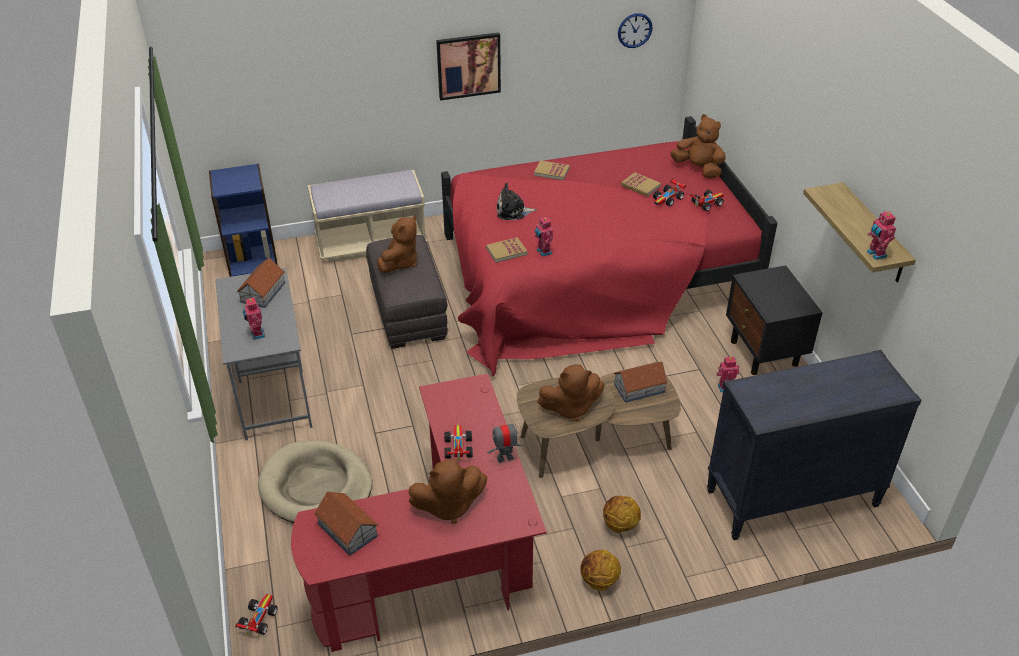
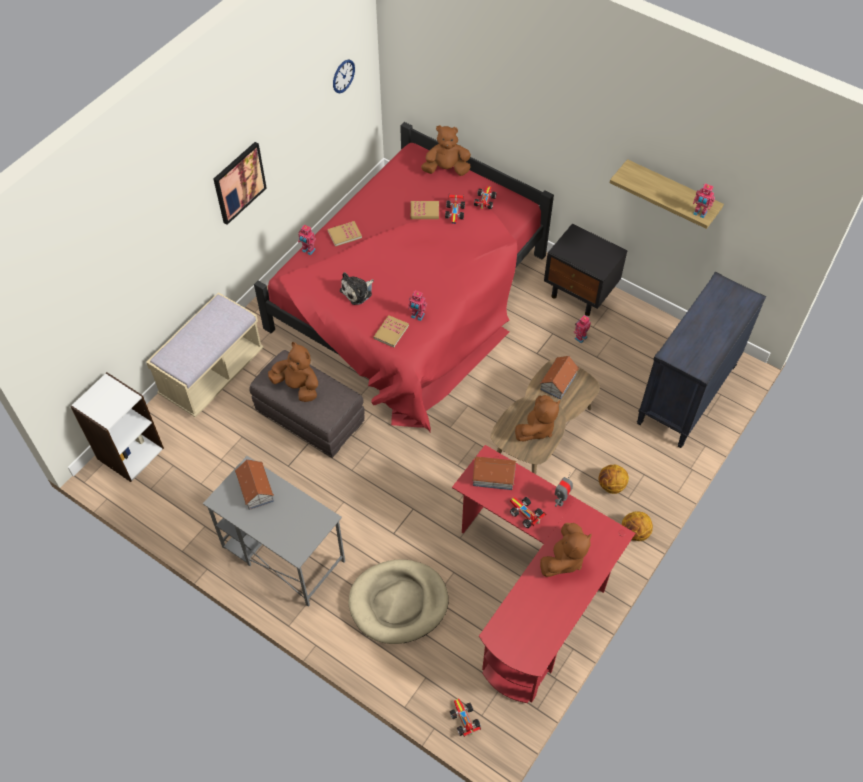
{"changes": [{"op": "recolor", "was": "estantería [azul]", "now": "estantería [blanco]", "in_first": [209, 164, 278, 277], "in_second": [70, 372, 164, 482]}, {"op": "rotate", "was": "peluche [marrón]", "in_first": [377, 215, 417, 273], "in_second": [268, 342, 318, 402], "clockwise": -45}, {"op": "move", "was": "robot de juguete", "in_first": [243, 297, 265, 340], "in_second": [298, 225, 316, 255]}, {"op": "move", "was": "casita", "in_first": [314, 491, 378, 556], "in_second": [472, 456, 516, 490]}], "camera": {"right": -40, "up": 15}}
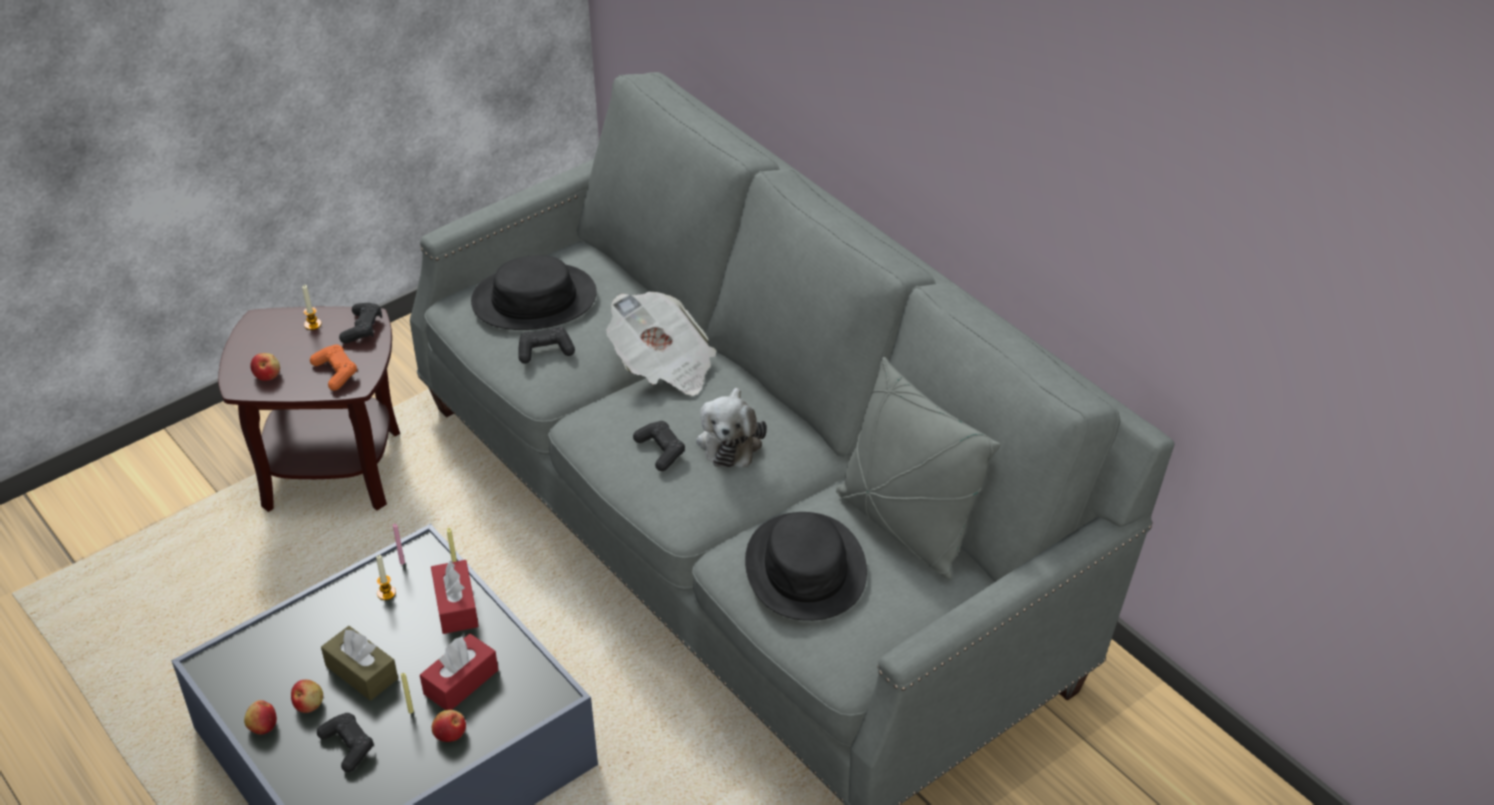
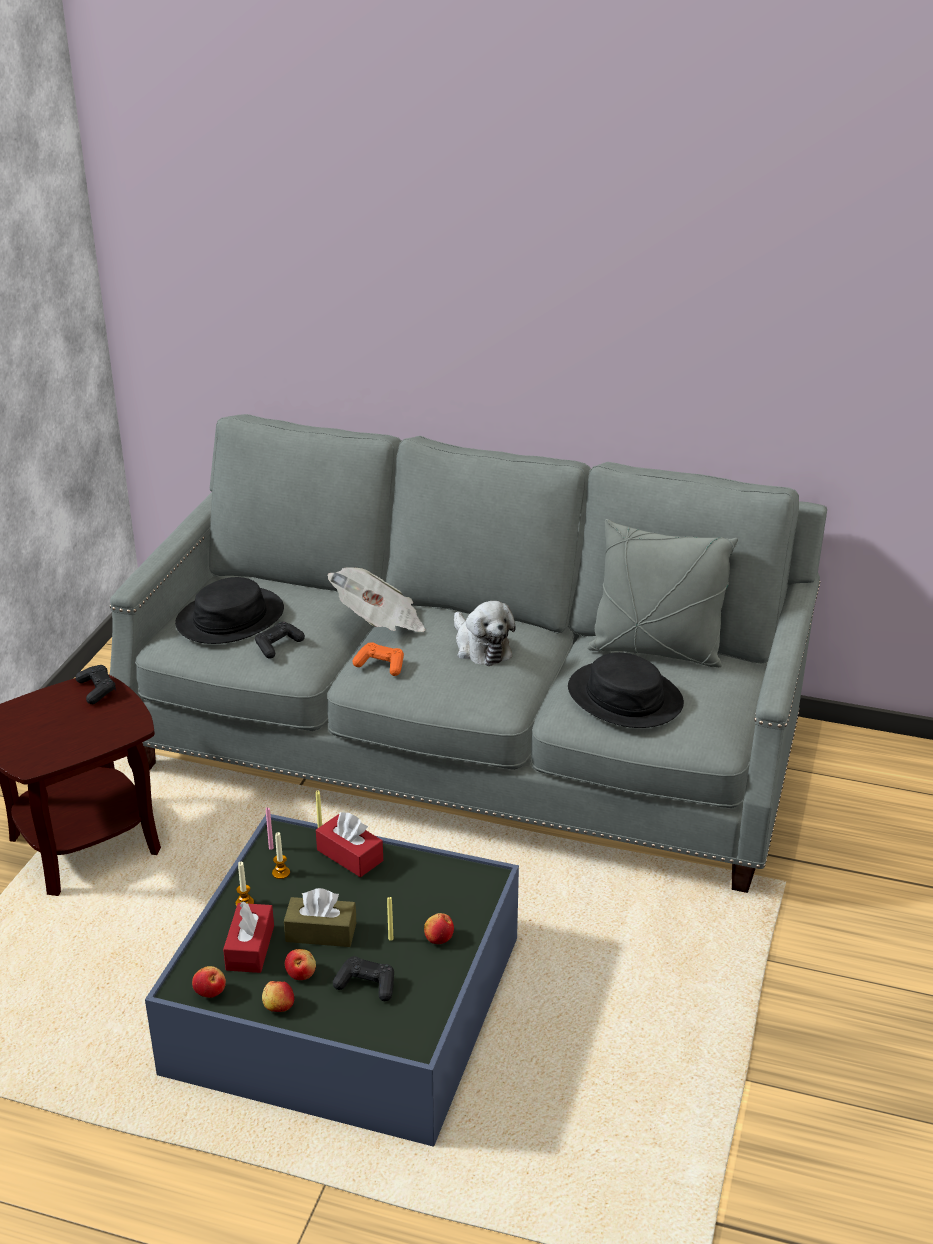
{"changes": [{"op": "move", "was": "vela", "in_first": [302, 285, 322, 330], "in_second": [236, 862, 254, 906]}, {"op": "move", "was": "mando de consola [naranja]", "in_first": [310, 344, 357, 391], "in_second": [352, 642, 404, 676]}, {"op": "move", "was": "manzana", "in_first": [250, 353, 280, 381], "in_second": [192, 966, 226, 998]}, {"op": "delete", "was": "mando de consola [negro]", "in_first": [633, 421, 685, 471]}, {"op": "move", "was": "caja de pañuelos [rojo]", "in_first": [420, 634, 498, 710], "in_second": [223, 901, 274, 973]}], "camera": {"right": -35, "up": -10}}
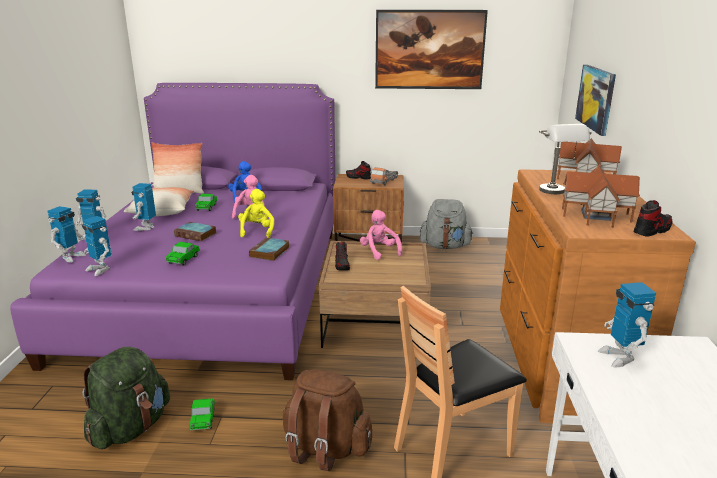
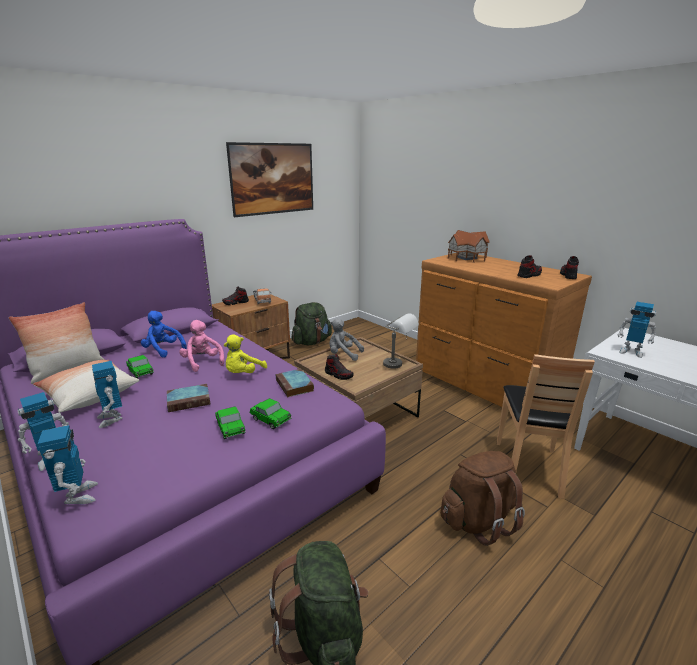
{"changes": [{"op": "delete", "was": "cuadro", "in_first": [575, 65, 616, 136]}, {"op": "move", "was": "lámpara de mesa [gris]", "in_first": [539, 124, 592, 194], "in_second": [383, 313, 419, 369]}, {"op": "replace", "was": "casita", "now": "zapato", "in_first": [562, 166, 640, 228], "in_second": [517, 255, 542, 278]}, {"op": "rotate", "was": "peluche [amarillo]", "in_first": [238, 189, 274, 238], "in_second": [224, 334, 267, 373], "clockwise": -105}, {"op": "recolor", "was": "mochila [gris]", "now": "mochila [verde]", "in_first": [420, 199, 473, 249], "in_second": [292, 302, 332, 345]}, {"op": "recolor", "was": "peluche [rosa]", "now": "peluche [gris]", "in_first": [360, 210, 402, 260], "in_second": [329, 319, 364, 361]}, {"op": "delete", "was": "robot de juguete", "in_first": [82, 216, 112, 276]}, {"op": "move", "was": "coche de juguete", "in_first": [190, 398, 215, 430], "in_second": [250, 398, 291, 429]}], "camera": {"right": -45, "up": 0}}
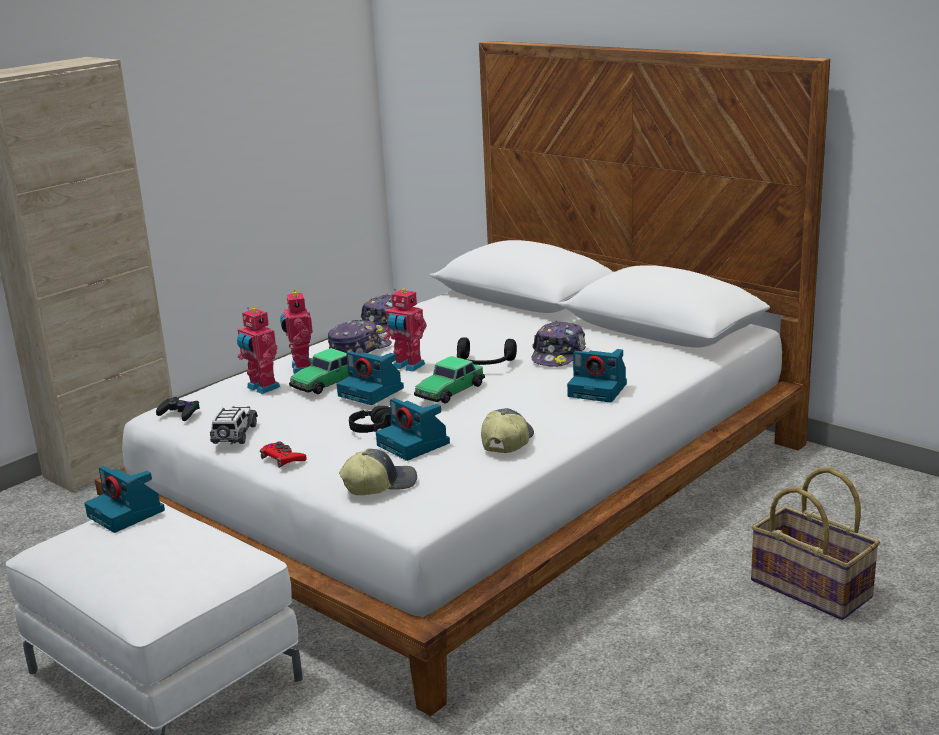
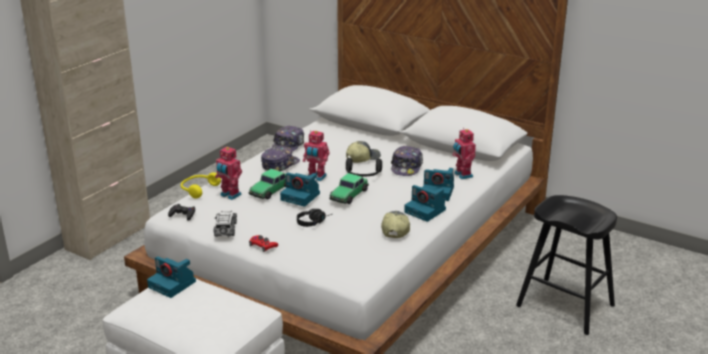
{"changes": [{"op": "move", "was": "robot de juguete", "in_first": [280, 290, 313, 374], "in_second": [452, 128, 476, 180]}, {"op": "move", "was": "cámara", "in_first": [376, 398, 450, 461], "in_second": [404, 185, 446, 222]}, {"op": "move", "was": "gorra", "in_first": [339, 449, 417, 495], "in_second": [346, 141, 381, 163]}, {"op": "replace", "was": "cesta", "now": "taburete [negro]", "in_first": [751, 468, 880, 620], "in_second": [516, 195, 617, 335]}, {"op": "insert", "now": "auriculares [amarillo]", "in_second": [181, 172, 221, 199]}], "camera": {"right": -10, "up": 5}}
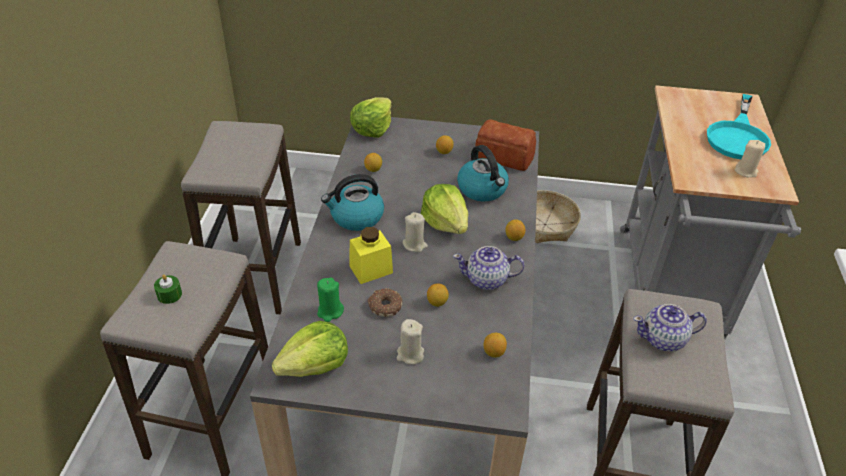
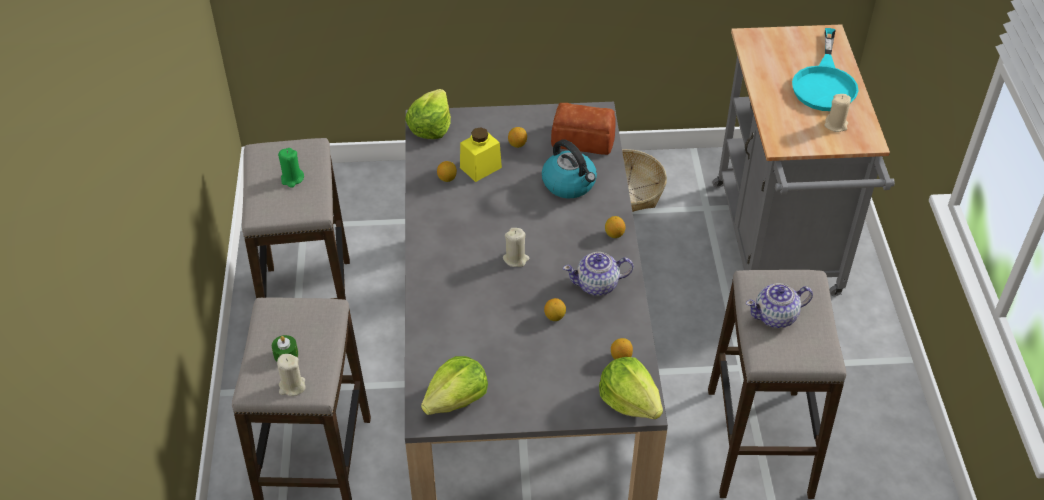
{"changes": [{"op": "delete", "was": "hervidor", "in_first": [321, 174, 384, 231]}, {"op": "move", "was": "lechuga", "in_first": [421, 184, 468, 234], "in_second": [599, 357, 663, 419]}, {"op": "move", "was": "tarro [amarillo]", "in_first": [350, 227, 393, 284], "in_second": [460, 127, 502, 182]}, {"op": "move", "was": "vela [verde]", "in_first": [317, 278, 344, 322], "in_second": [278, 148, 304, 188]}, {"op": "delete", "was": "rosquilla", "in_first": [368, 289, 403, 317]}, {"op": "move", "was": "vela [beis]", "in_first": [397, 319, 424, 365], "in_second": [277, 354, 305, 396]}], "camera": {"right": -10, "up": 5}}
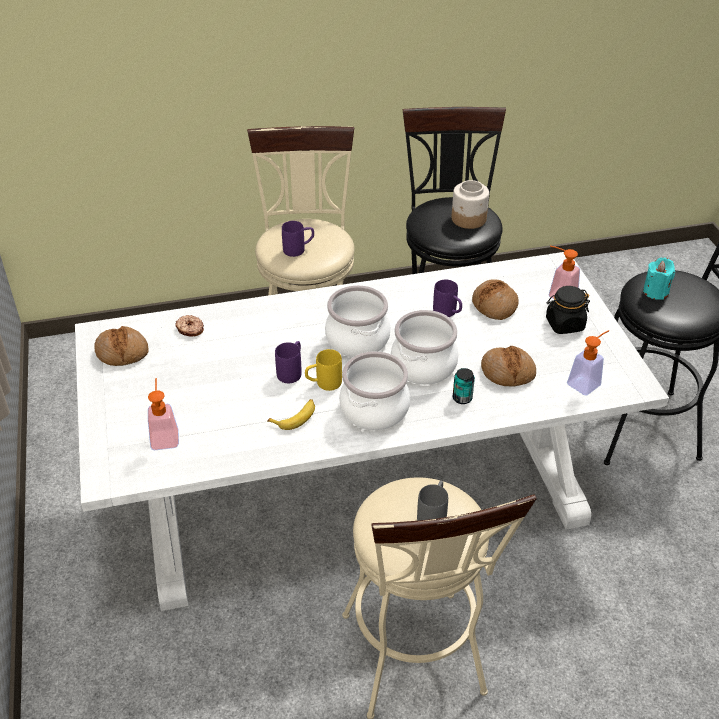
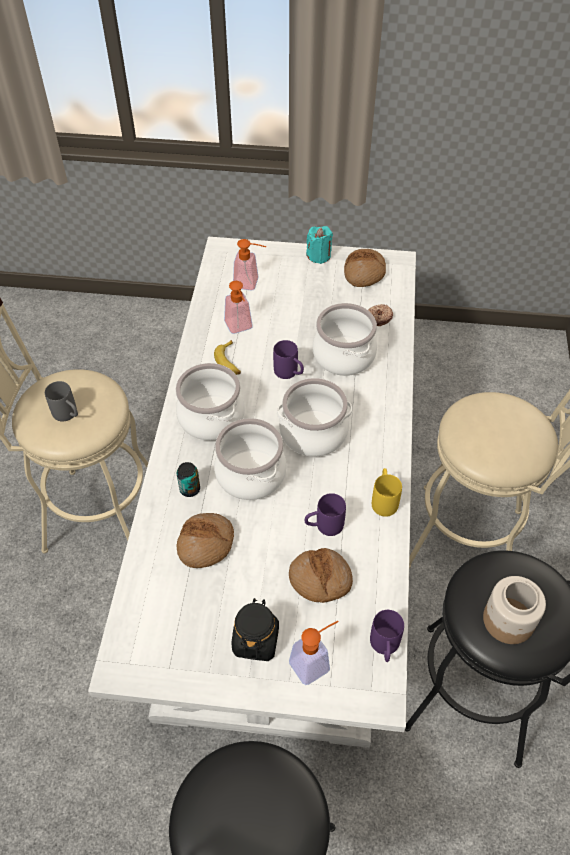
{"changes": [{"op": "move", "was": "taza grande [morado]", "in_first": [282, 221, 314, 257], "in_second": [370, 610, 404, 662]}, {"op": "move", "was": "vela [turquesa]", "in_first": [643, 257, 675, 300], "in_second": [306, 226, 333, 264]}, {"op": "move", "was": "dispensador de jabón", "in_first": [567, 330, 609, 396], "in_second": [224, 281, 253, 334]}, {"op": "move", "was": "taza grande [amarillo]", "in_first": [305, 349, 342, 391], "in_second": [372, 468, 402, 517]}, {"op": "insert", "now": "olla", "in_second": [313, 303, 377, 376]}], "camera": {"right": 110, "up": 10}}
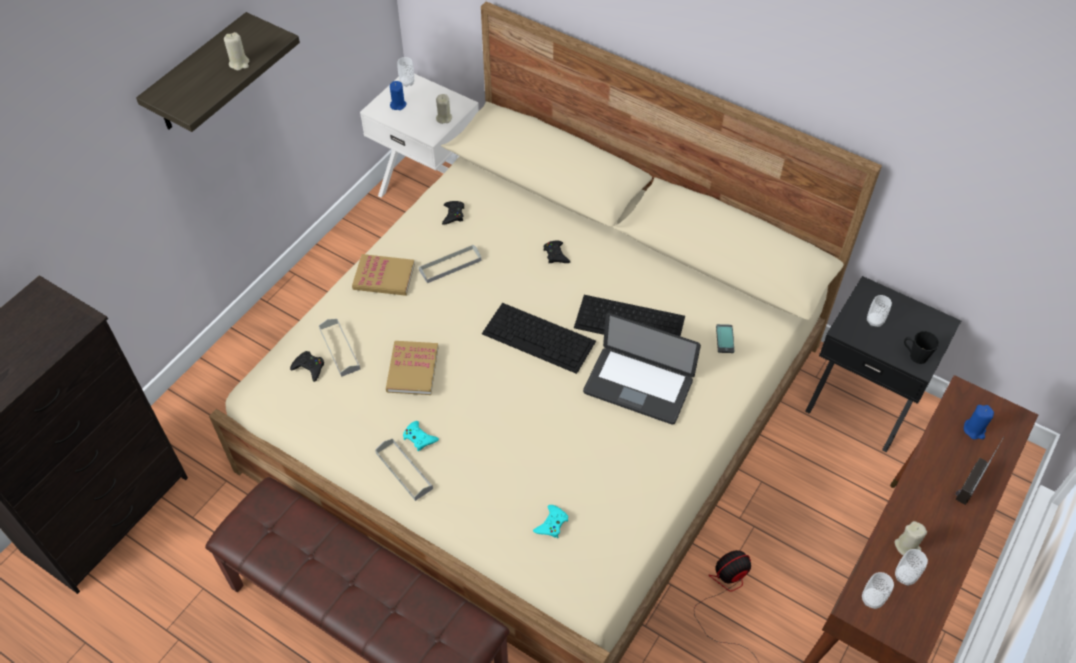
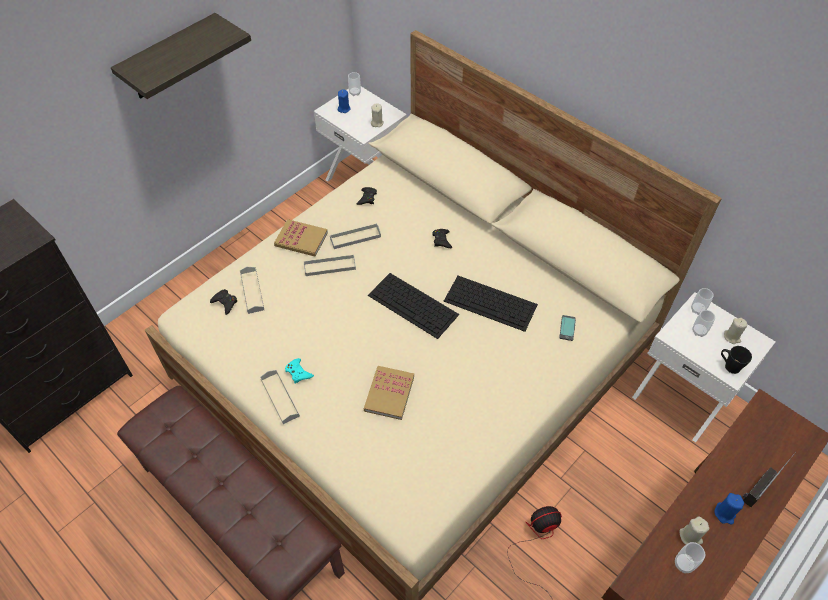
{"changes": [{"op": "move", "was": "vela [beis]", "in_first": [224, 32, 250, 70], "in_second": [724, 318, 747, 344]}, {"op": "recolor", "was": "mesita de noche [negro]", "now": "mesita de noche [blanco]", "in_first": [805, 276, 961, 453], "in_second": [632, 292, 775, 442]}, {"op": "delete", "was": "portátil", "in_first": [583, 313, 701, 425]}, {"op": "move", "was": "libro", "in_first": [386, 341, 438, 395], "in_second": [364, 366, 414, 420]}, {"op": "move", "was": "vela [azul]", "in_first": [964, 405, 994, 440], "in_second": [714, 493, 744, 525]}, {"op": "delete", "was": "mando de consola [turquesa]", "in_first": [533, 505, 568, 538]}, {"op": "move", "was": "taza", "in_first": [862, 572, 894, 609], "in_second": [691, 288, 714, 315]}, {"op": "insert", "now": "bandeja [gris]", "in_second": [304, 254, 356, 276]}], "camera": {"right": 10, "up": 0}}
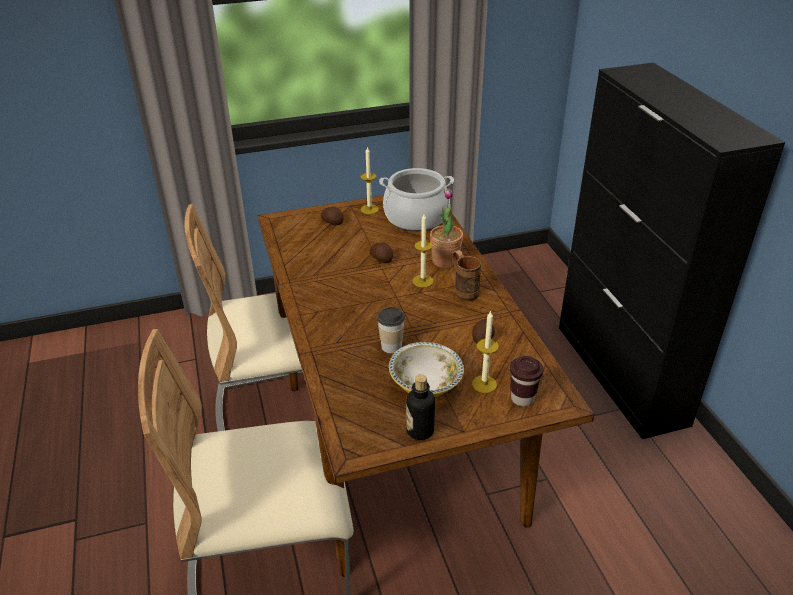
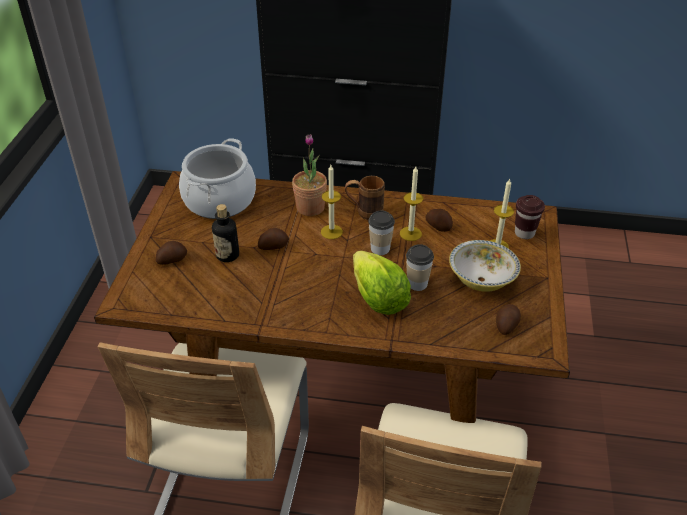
{"changes": [{"op": "move", "was": "vela", "in_first": [361, 147, 379, 214], "in_second": [400, 166, 423, 241]}, {"op": "move", "was": "botella", "in_first": [406, 374, 435, 440], "in_second": [212, 204, 239, 262]}, {"op": "insert", "now": "taza", "in_second": [368, 210, 395, 255]}, {"op": "insert", "now": "lechuga", "in_second": [353, 251, 411, 315]}, {"op": "insert", "now": "patata", "in_second": [496, 304, 521, 335]}], "camera": {"right": -65, "up": 5}}
